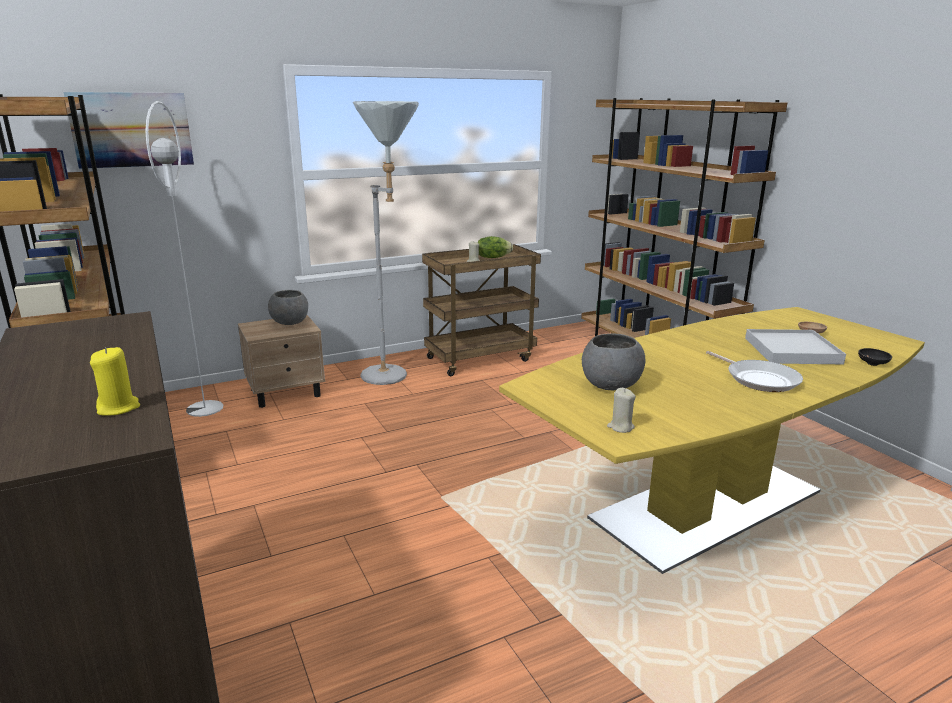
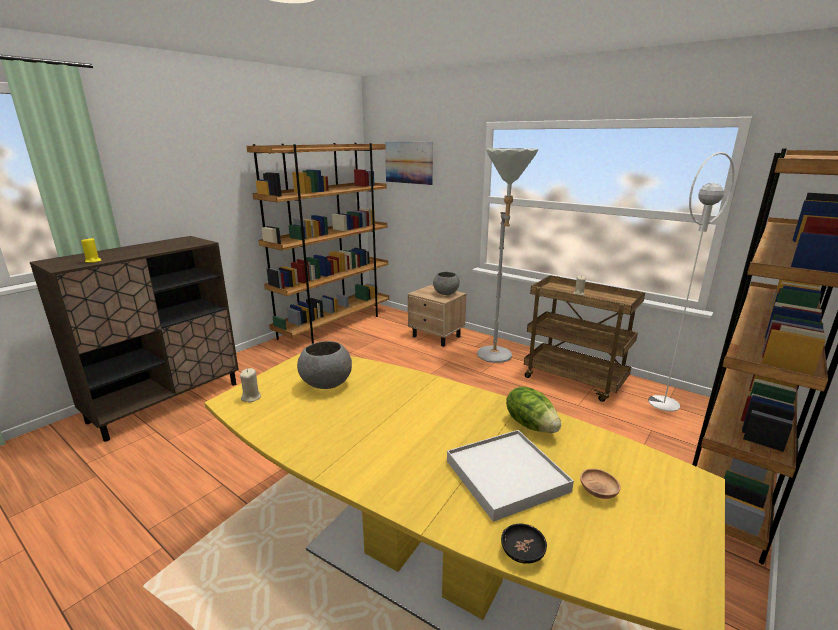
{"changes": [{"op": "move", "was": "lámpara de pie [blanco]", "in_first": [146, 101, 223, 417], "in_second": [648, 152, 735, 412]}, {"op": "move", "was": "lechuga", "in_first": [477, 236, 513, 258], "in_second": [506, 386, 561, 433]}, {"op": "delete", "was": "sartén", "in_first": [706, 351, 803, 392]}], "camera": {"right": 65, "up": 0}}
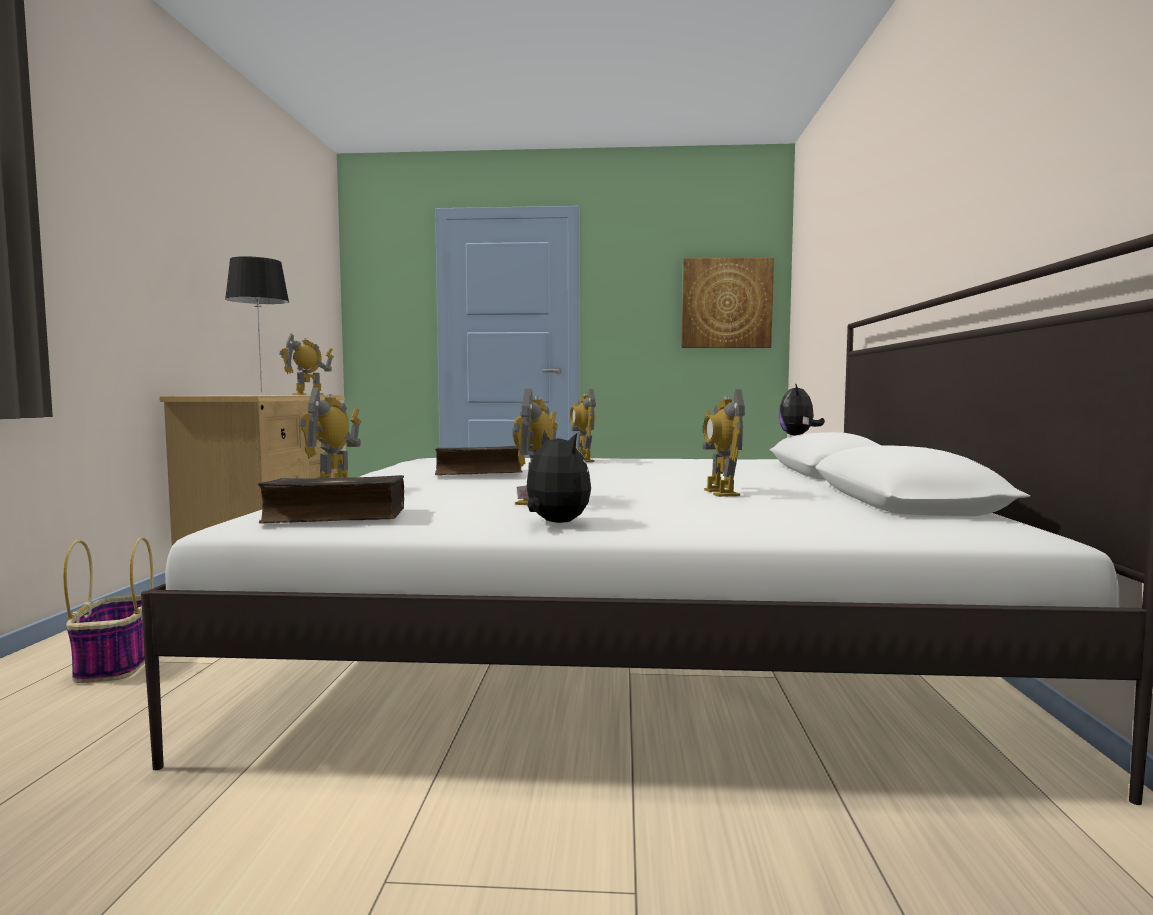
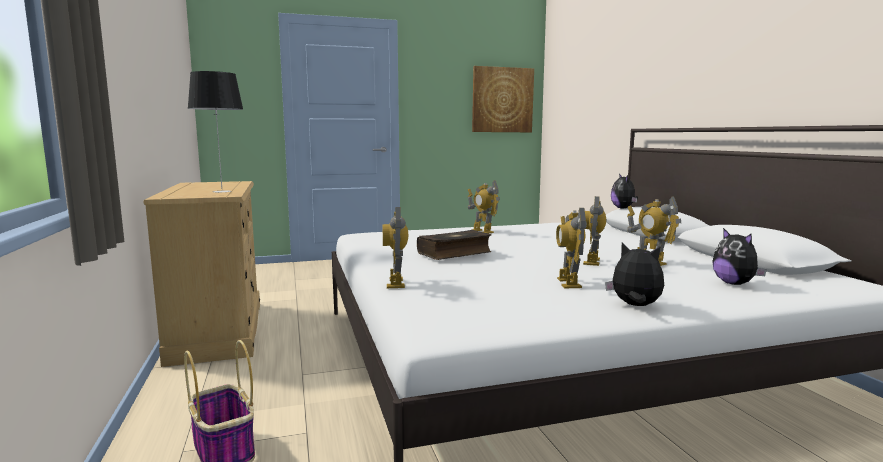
{"changes": [{"op": "move", "was": "robot de juguete", "in_first": [279, 333, 334, 395], "in_second": [583, 196, 606, 266]}, {"op": "delete", "was": "libro", "in_first": [258, 475, 404, 524]}, {"op": "insert", "now": "peluche", "in_second": [712, 228, 767, 285]}], "camera": {"right": -20, "up": 5}}
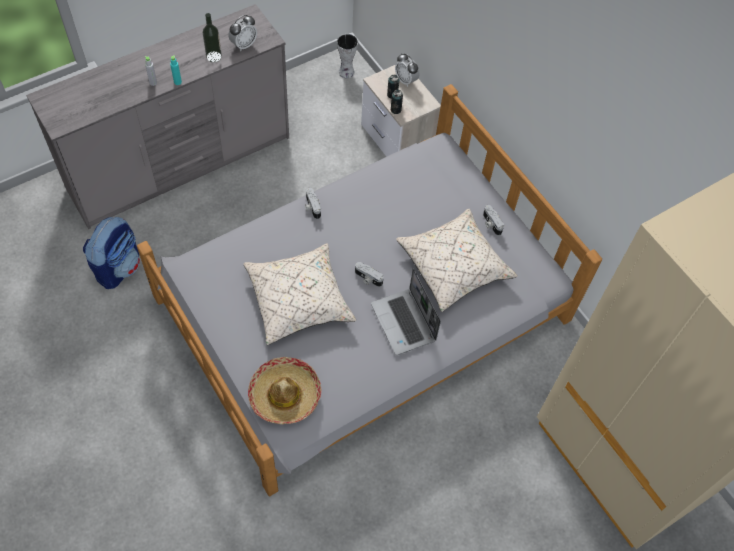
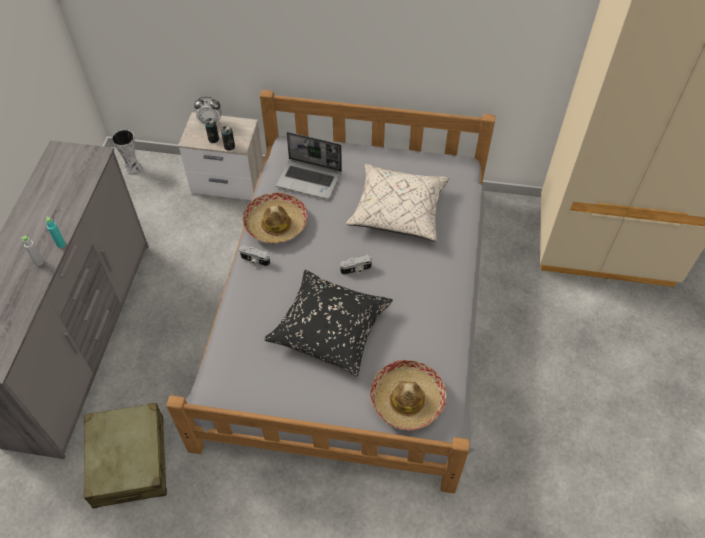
{"changes": [{"op": "delete", "was": "botella", "in_first": [203, 13, 222, 62]}, {"op": "delete", "was": "despertador", "in_first": [228, 15, 257, 51]}, {"op": "delete", "was": "cámara", "in_first": [483, 205, 504, 236]}, {"op": "replace", "was": "mochila", "now": "maleta [beis]", "in_first": [83, 217, 140, 289], "in_second": [84, 403, 167, 509]}, {"op": "recolor", "was": "cojín [beis]", "now": "cojín [negro]", "in_first": [244, 243, 356, 345], "in_second": [264, 270, 393, 376]}, {"op": "move", "was": "portátil", "in_first": [371, 268, 441, 355], "in_second": [276, 132, 342, 199]}, {"op": "insert", "now": "sombrero", "in_second": [242, 193, 308, 243]}], "camera": {"right": -45, "up": -5}}
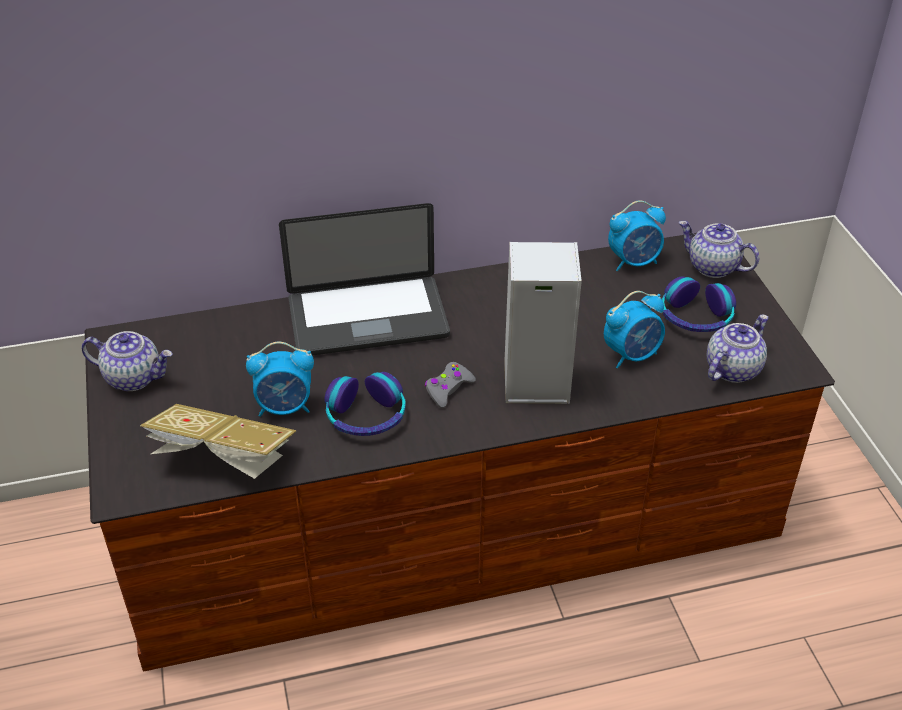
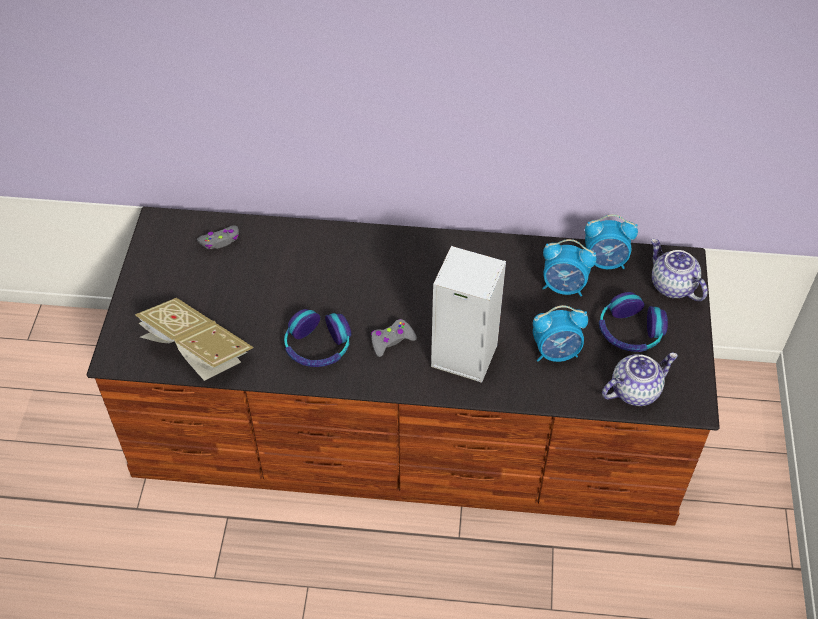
{"changes": [{"op": "delete", "was": "portátil", "in_first": [279, 203, 450, 356]}, {"op": "delete", "was": "tetera", "in_first": [82, 331, 172, 391]}, {"op": "move", "was": "despertador", "in_first": [246, 342, 314, 417], "in_second": [542, 239, 597, 297]}, {"op": "insert", "now": "mando de consola [gris]", "in_second": [197, 225, 239, 249]}], "camera": {"right": 20, "up": 10}}
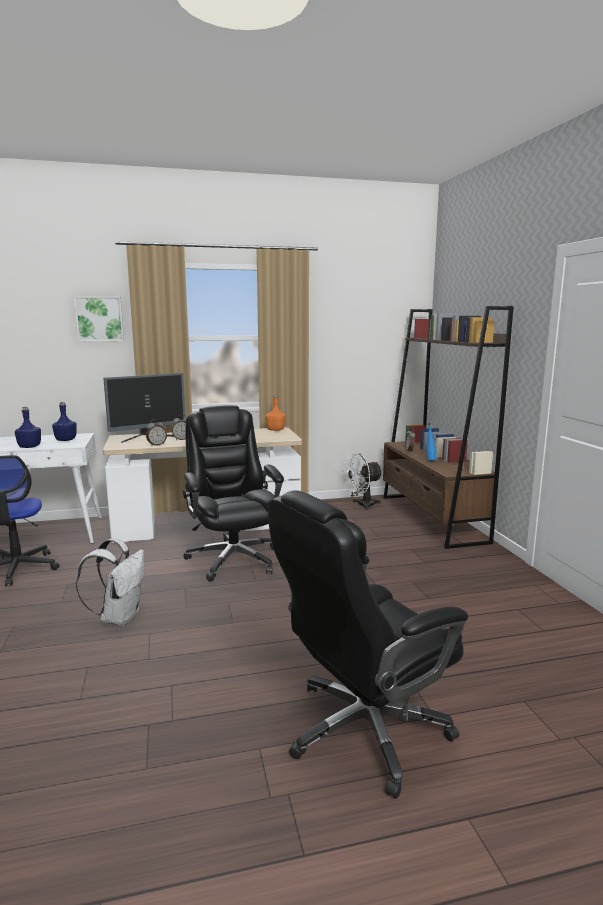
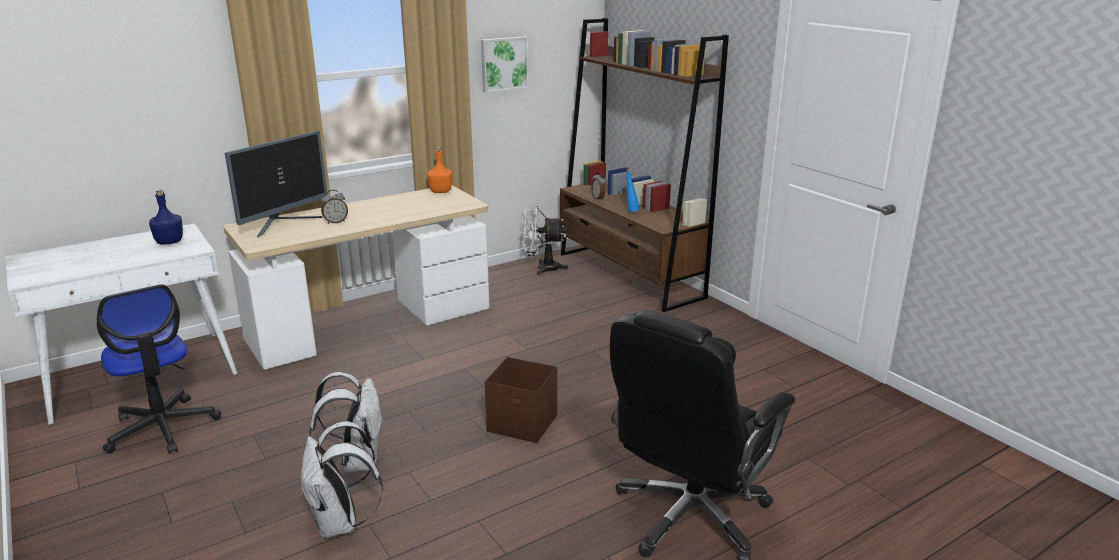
{"changes": [{"op": "move", "was": "cuadro", "in_first": [74, 296, 124, 341], "in_second": [481, 36, 529, 93]}, {"op": "delete", "was": "silla de oficina [negro]", "in_first": [183, 405, 284, 582]}, {"op": "delete", "was": "botella [azul]", "in_first": [15, 407, 41, 448]}, {"op": "delete", "was": "despertador", "in_first": [146, 419, 167, 446]}, {"op": "rotate", "was": "ventilador [blanco]", "in_first": [342, 453, 383, 510], "in_second": [523, 205, 568, 275], "clockwise": 45}, {"op": "insert", "now": "caja de almacenaje [marrón]", "in_second": [485, 357, 557, 443]}, {"op": "insert", "now": "mochila [blanco]", "in_second": [301, 421, 383, 538]}], "camera": {"right": -20, "up": 10}}
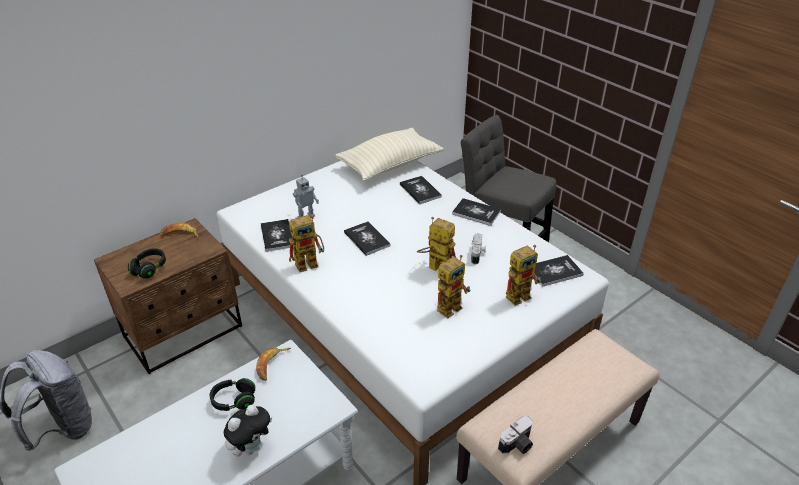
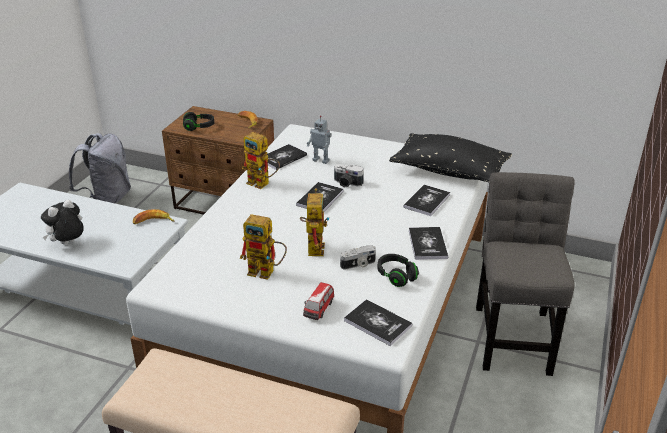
{"changes": [{"op": "recolor", "was": "cojín [beis]", "now": "cojín [negro]", "in_first": [335, 128, 443, 181], "in_second": [389, 133, 512, 182]}, {"op": "replace", "was": "robot de juguete", "now": "coche de juguete", "in_first": [506, 245, 541, 306], "in_second": [303, 282, 334, 320]}, {"op": "move", "was": "auriculares [negro]", "in_first": [210, 378, 255, 411], "in_second": [378, 254, 419, 287]}, {"op": "rotate", "was": "peluche", "in_first": [224, 405, 272, 457], "in_second": [41, 200, 84, 245], "clockwise": 120}, {"op": "move", "was": "cámara", "in_first": [498, 416, 533, 454], "in_second": [334, 164, 364, 188]}], "camera": {"right": 60, "up": -5}}
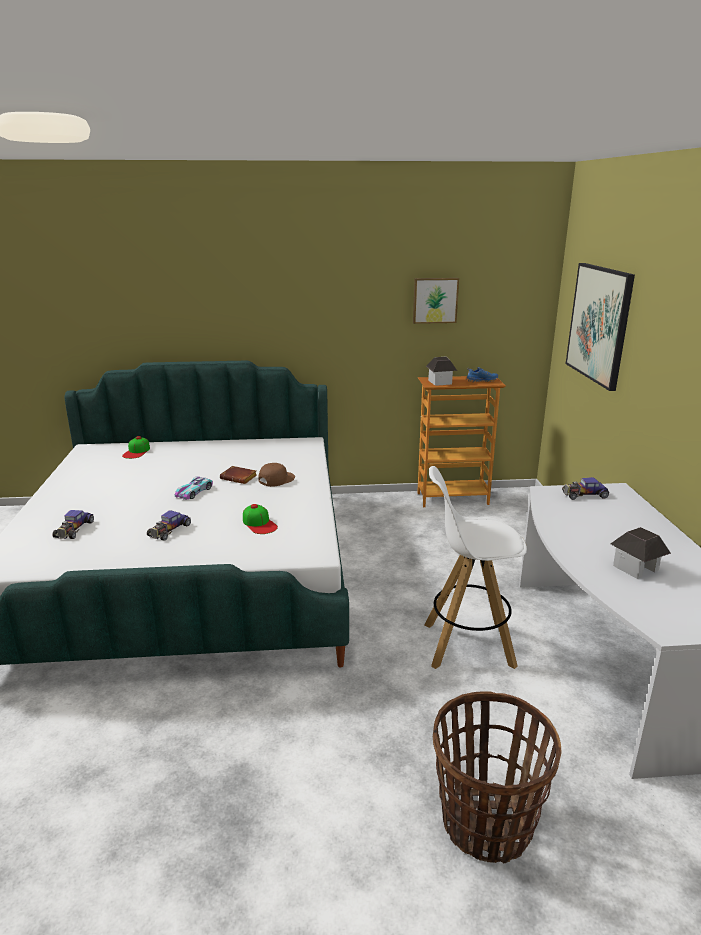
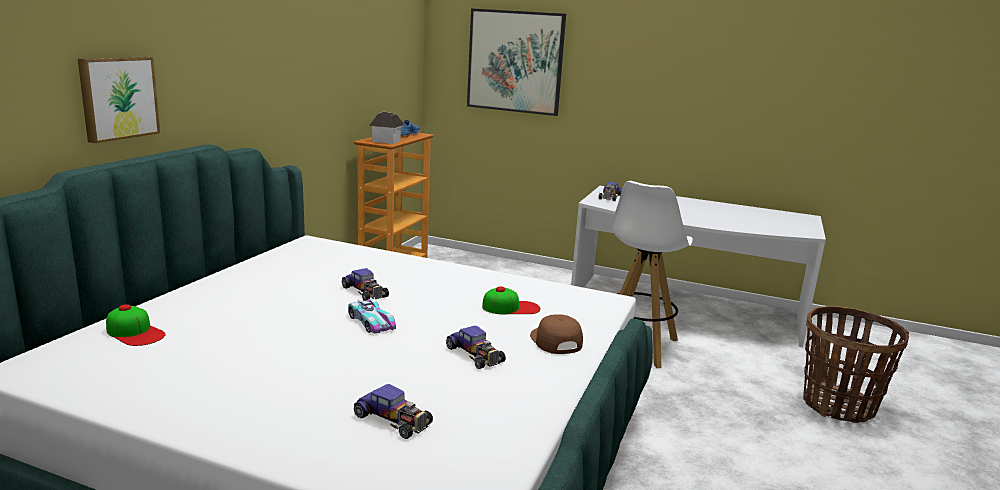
{"changes": [{"op": "move", "was": "cuadro", "in_first": [413, 278, 459, 324], "in_second": [78, 57, 160, 143]}, {"op": "move", "was": "gorra [marrón]", "in_first": [258, 463, 295, 487], "in_second": [530, 314, 583, 354]}, {"op": "replace", "was": "libro [marrón]", "now": "coche de juguete", "in_first": [220, 466, 257, 484], "in_second": [342, 268, 389, 301]}, {"op": "delete", "was": "casita", "in_first": [610, 527, 671, 579]}], "camera": {"right": -65, "up": -5}}
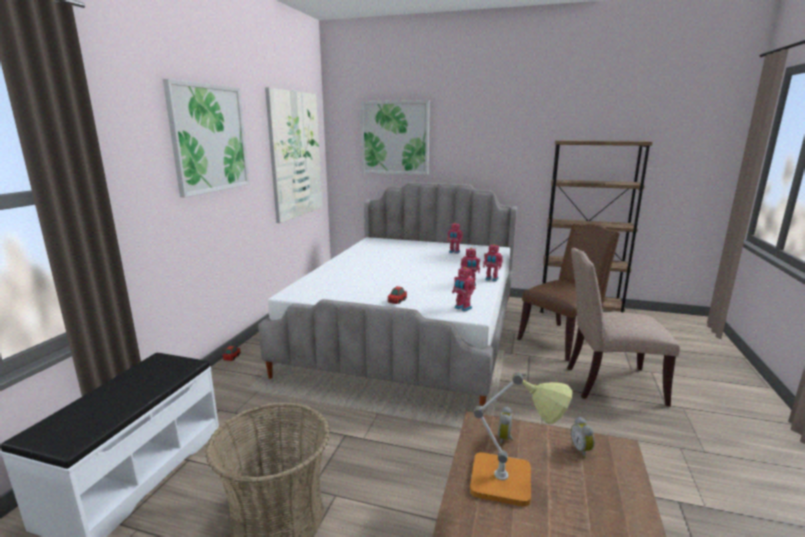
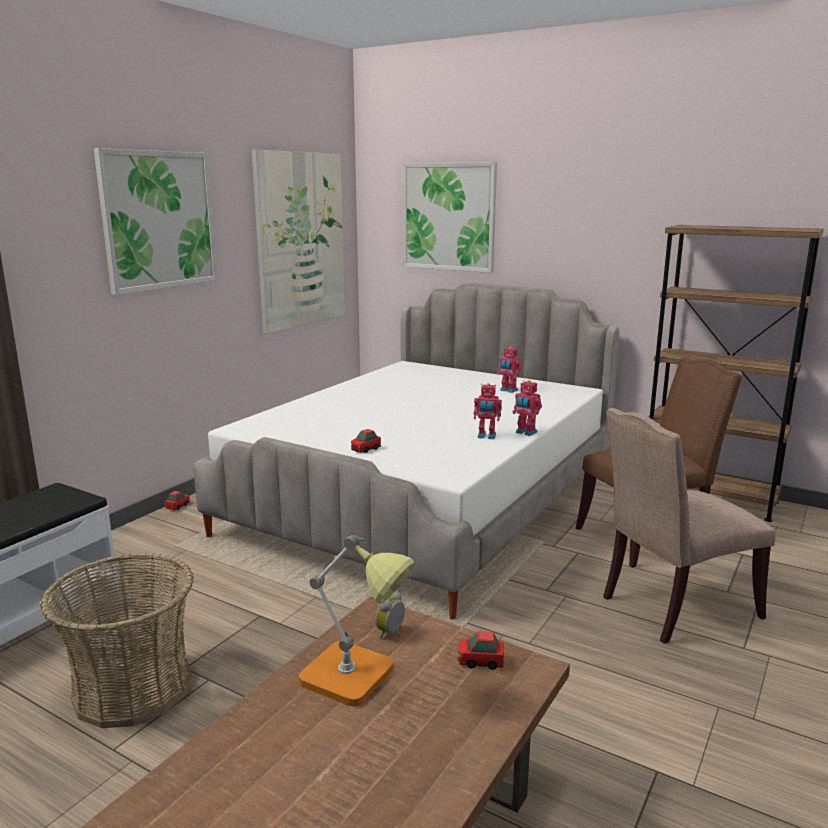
{"changes": [{"op": "rotate", "was": "silla [beis]", "in_first": [567, 248, 680, 407], "in_second": [603, 408, 776, 644], "clockwise": -45}, {"op": "delete", "was": "robot de juguete", "in_first": [452, 266, 475, 312]}, {"op": "replace", "was": "despertador", "now": "coche de juguete", "in_first": [571, 416, 595, 458], "in_second": [458, 631, 504, 670]}], "camera": {"right": 15, "up": 0}}
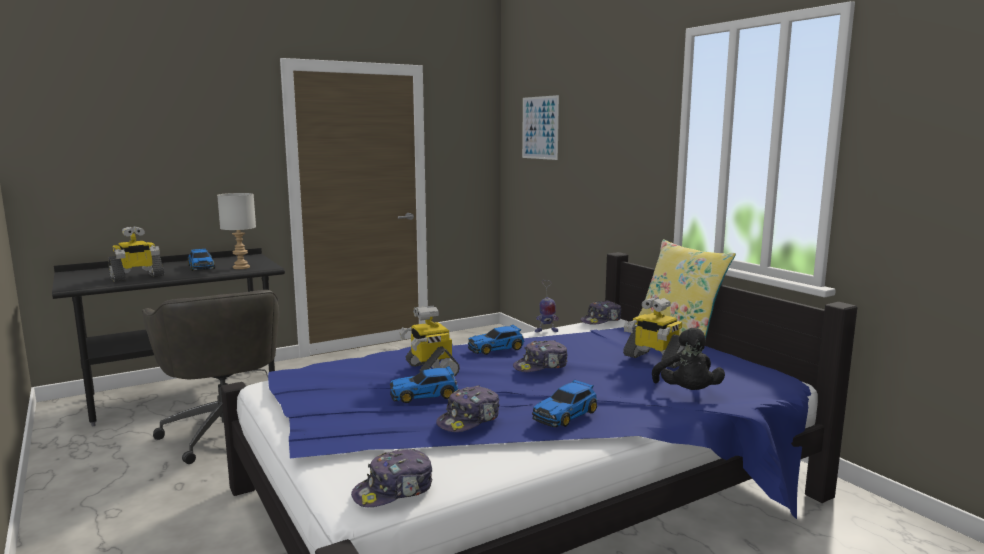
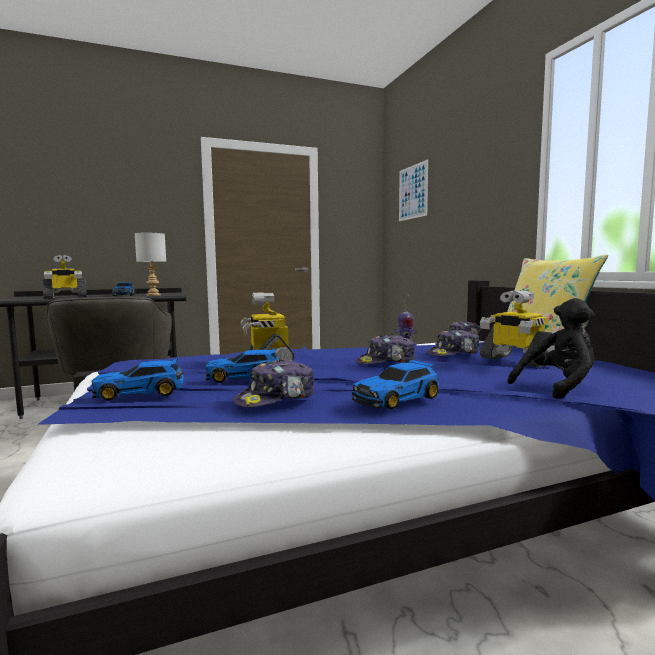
{"changes": [{"op": "move", "was": "coche de juguete", "in_first": [468, 325, 525, 355], "in_second": [91, 358, 184, 401]}, {"op": "rotate", "was": "peluche [negro]", "in_first": [652, 328, 725, 390], "in_second": [508, 298, 594, 399], "clockwise": -120}, {"op": "move", "was": "gorra", "in_first": [351, 449, 432, 507], "in_second": [426, 329, 480, 356]}], "camera": {"right": 10, "up": -5}}
